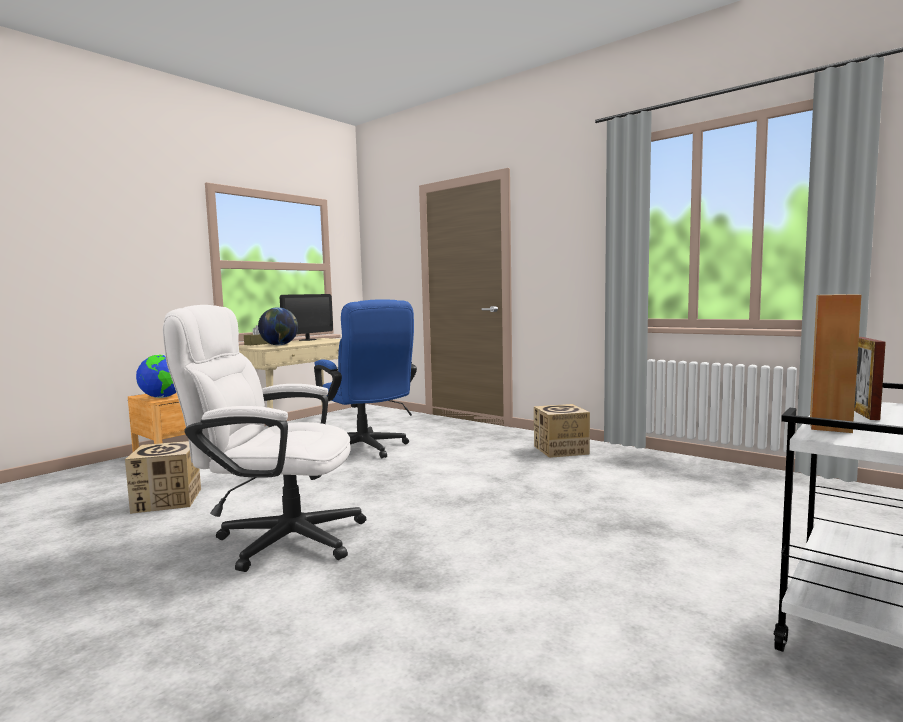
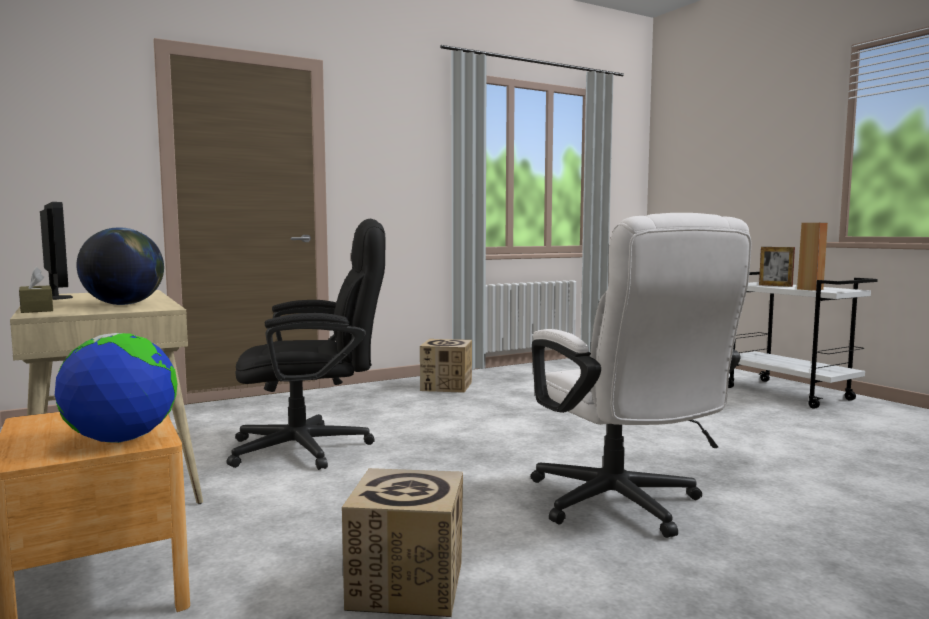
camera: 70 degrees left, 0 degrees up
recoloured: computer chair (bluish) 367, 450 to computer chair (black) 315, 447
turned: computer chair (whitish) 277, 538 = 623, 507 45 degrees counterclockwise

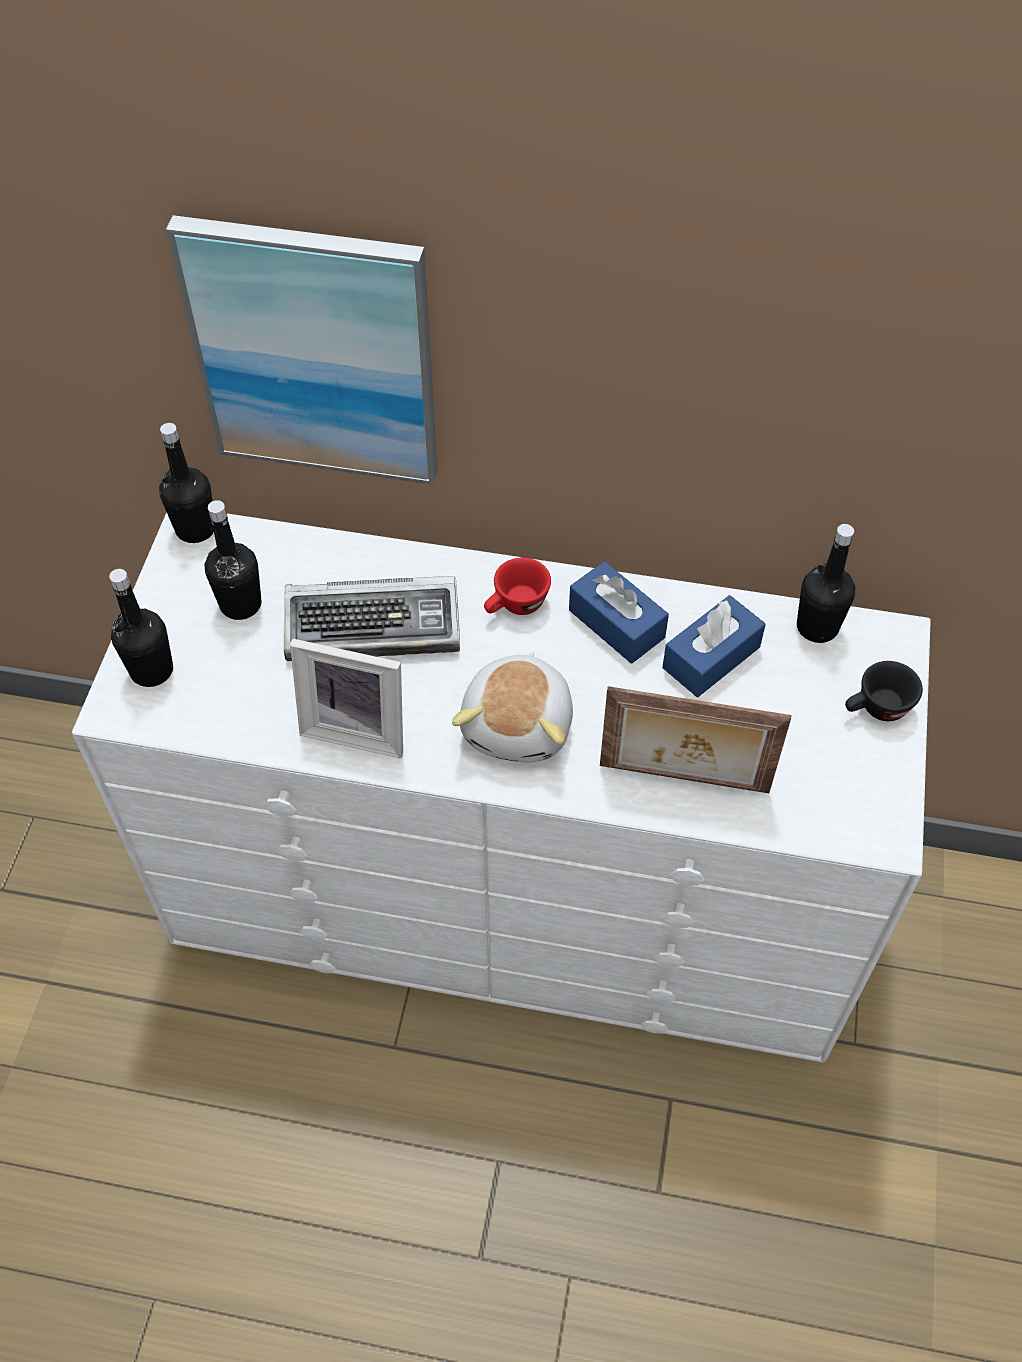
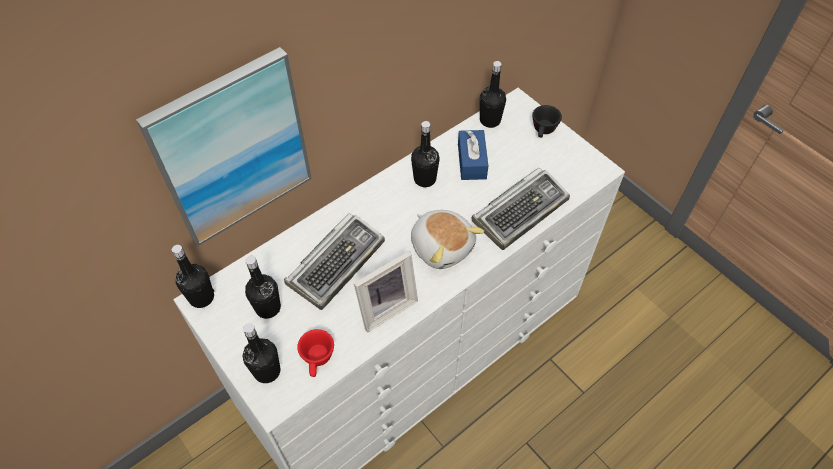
camera: 50 degrees left, 0 degrees up
moved: small cup (red-coloured) 515, 606 to 318, 360
replaced: tissue holder (bluish) 616, 624 to bottle (black) 425, 179; standing frame 683, 780 to PC keyboard 521, 211

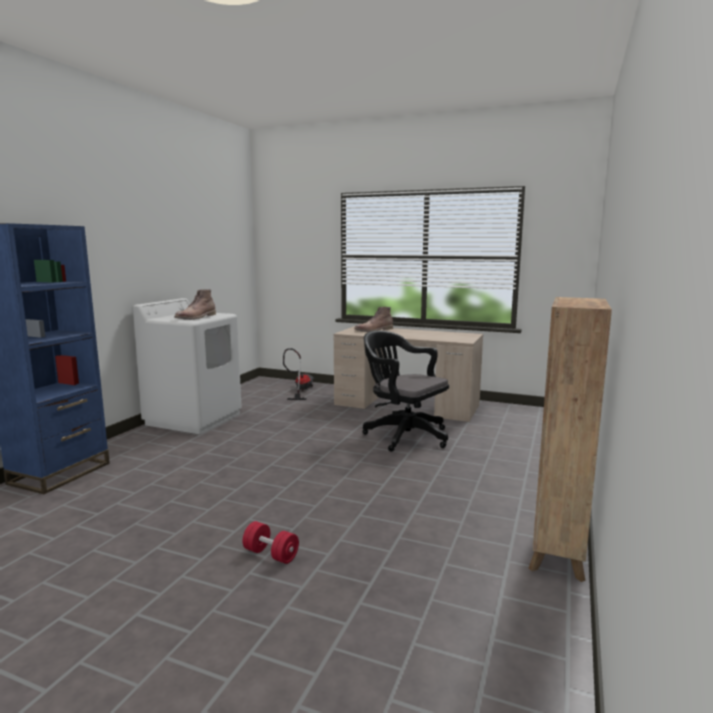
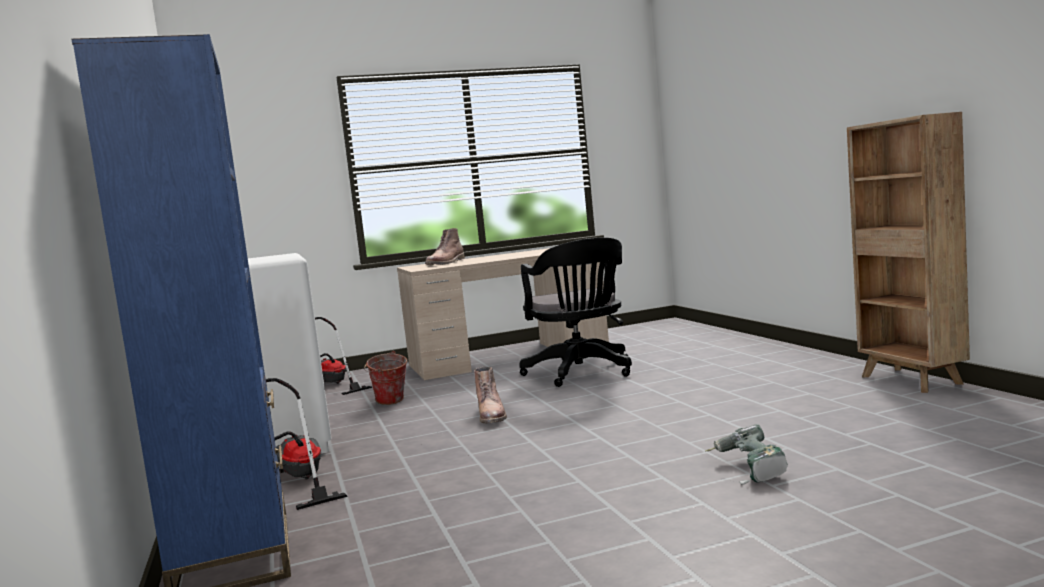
camera: 40 degrees left, 5 degrees down
added: vacuum cleaner 300, 480; water bucket 390, 403
moved: tall boot (brown) 196, 318 to 492, 416
replaced: free weight (red-coloured) 271, 554 to drill 748, 470
turned: computer chair (black) 403, 435 = 582, 373 105 degrees counterclockwise

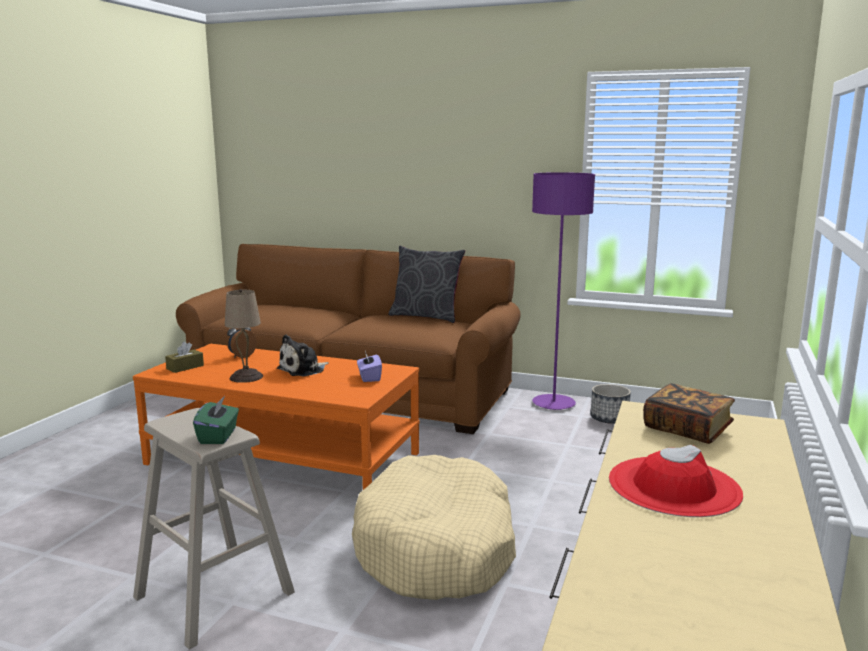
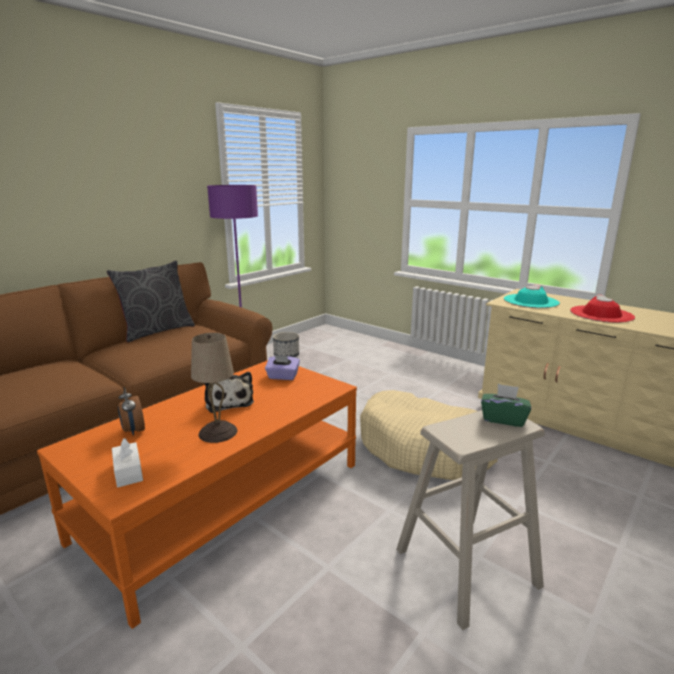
camera: 70 degrees left, 5 degrees up
replaced: bound book 687, 429 to clothing hat (turquoise) 530, 301
recoloured: tissue holder (brown) 185, 367 to tissue holder (whitish) 128, 472

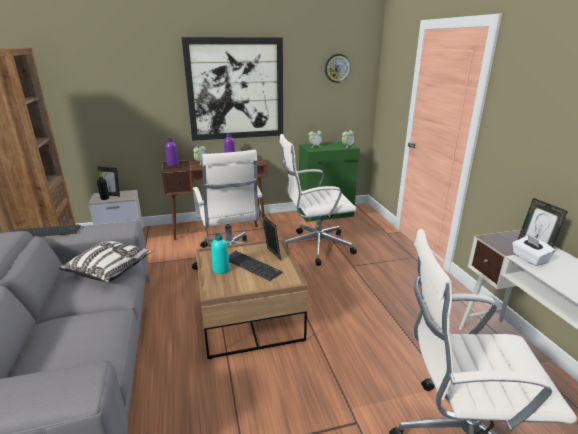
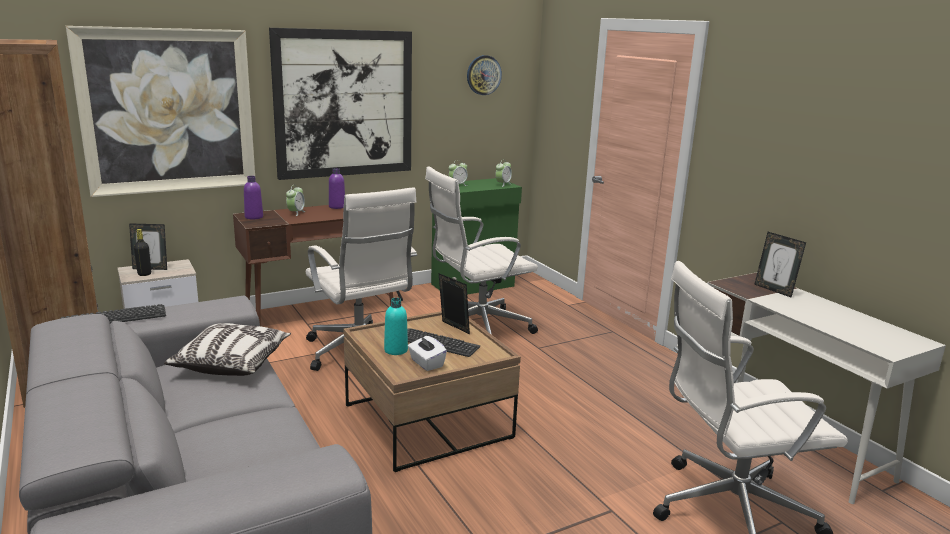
camera: 15 degrees left, 5 degrees down
added: picture 168, 111
moved: tissue holder (whitish) 529, 259 to 426, 363

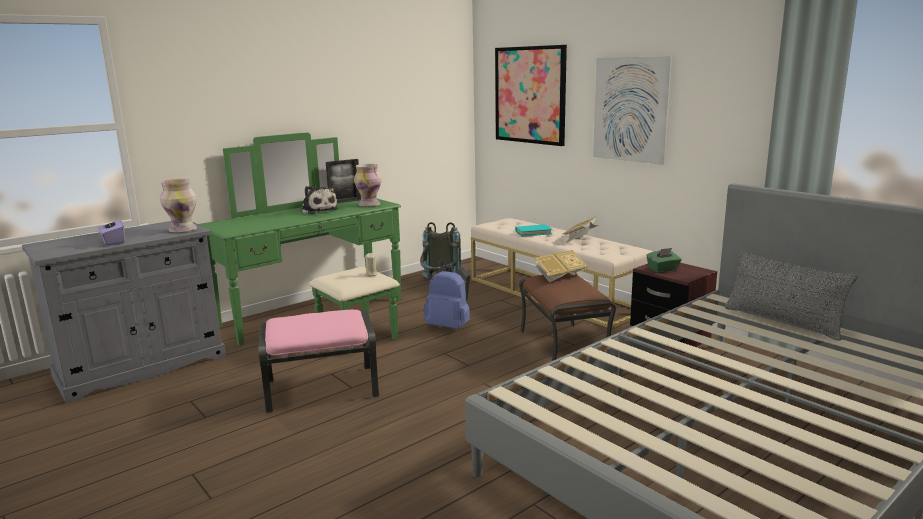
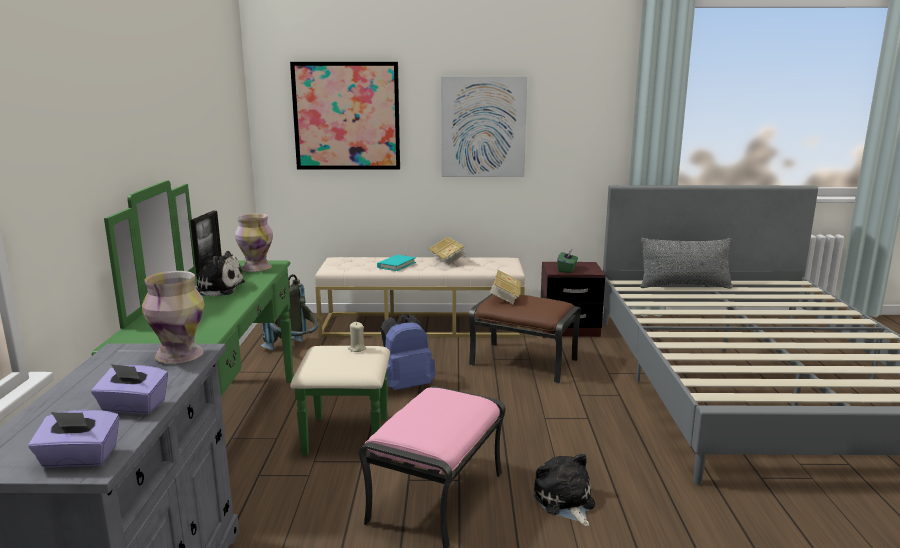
camera: 50 degrees left, 0 degrees up
added: tissue holder (purplish) 79, 458; soft toy 565, 502

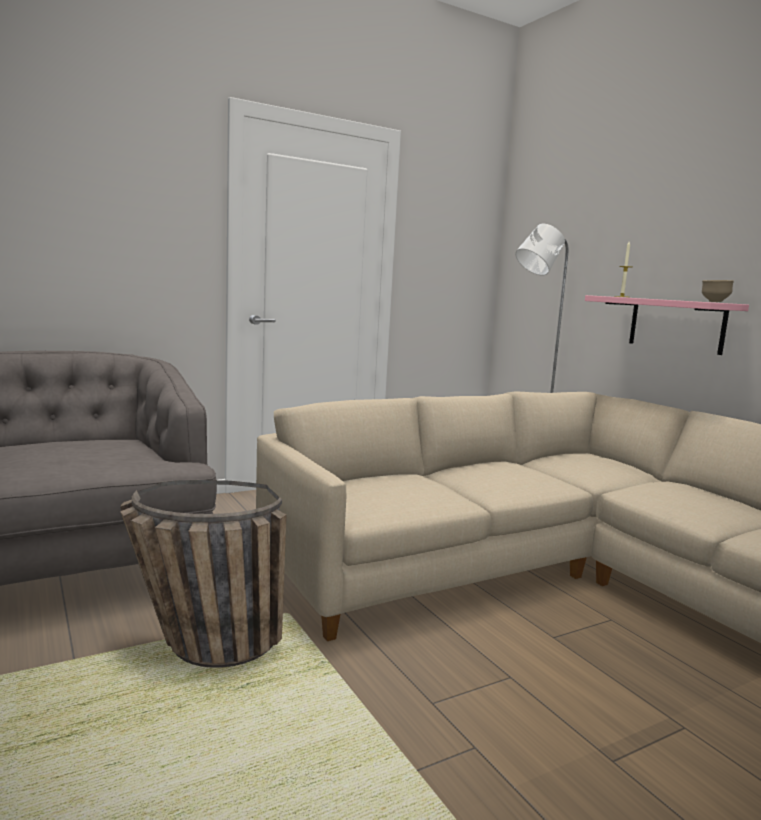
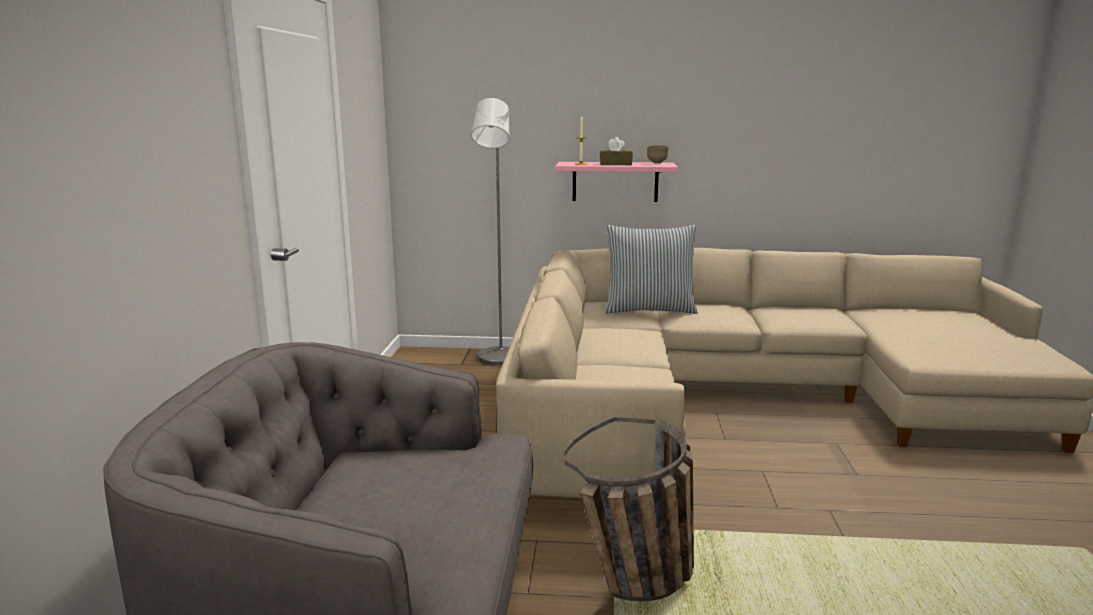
camera: 55 degrees left, 5 degrees up
added: tissue holder (brown) 615, 164; cushion 649, 309

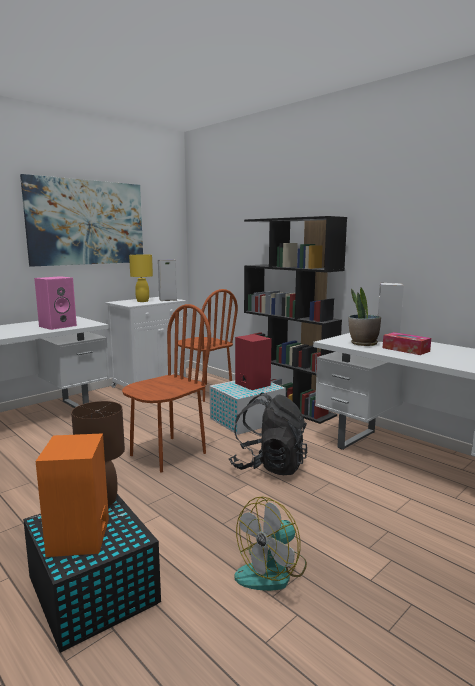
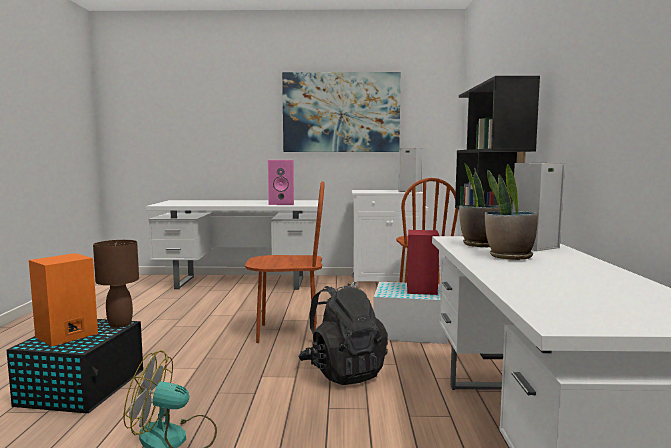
camera: 45 degrees right, 5 degrees down
removed: lamp for a table (yellowish) 142, 301
replaced: tissue holder 405, 349 to houseplant 509, 256

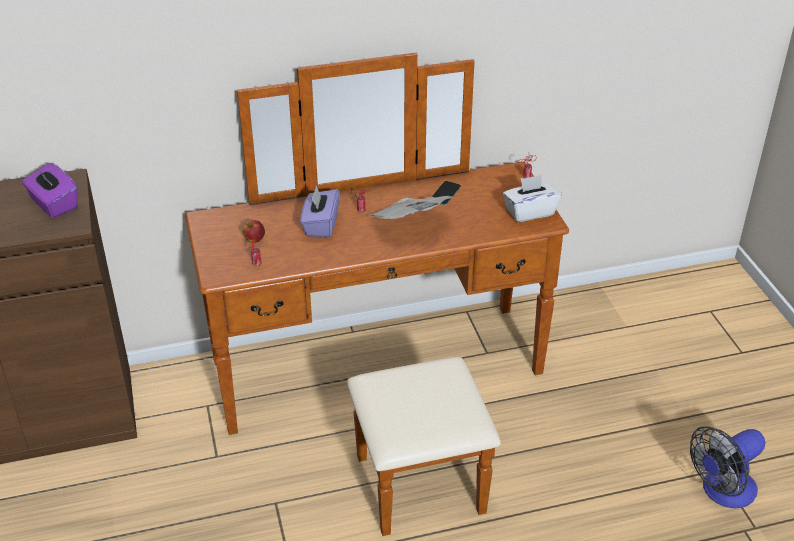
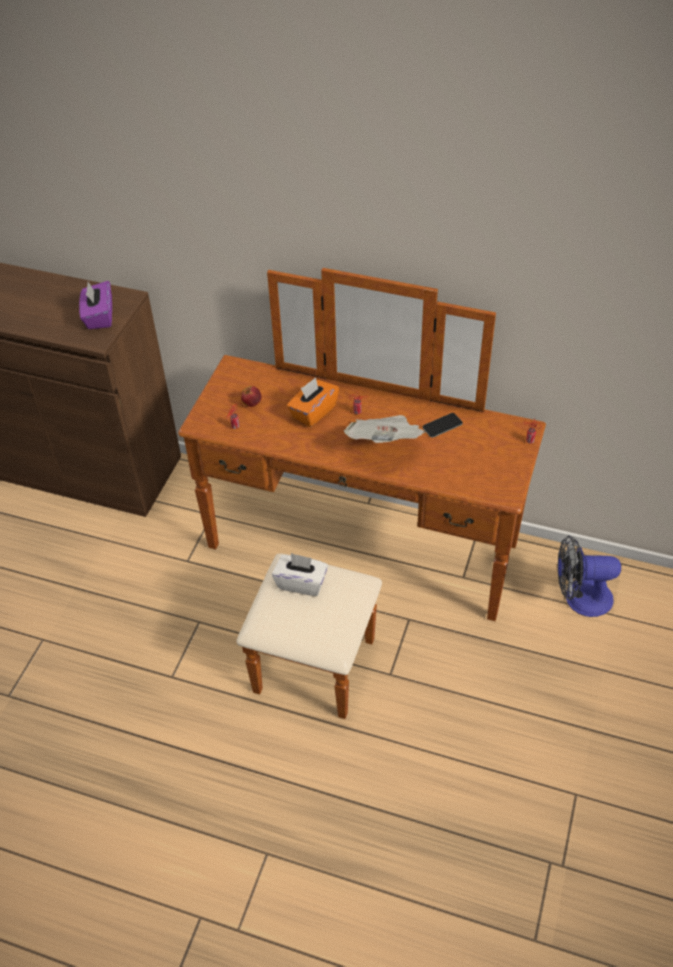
camera: 35 degrees right, 10 degrees up
moved: tissue holder (whitish) 529, 212 to 301, 583; cooling fan 722, 492 to 579, 598
recoloured: tissue holder (purplish) 320, 225 to tissue holder (orangey) 313, 412

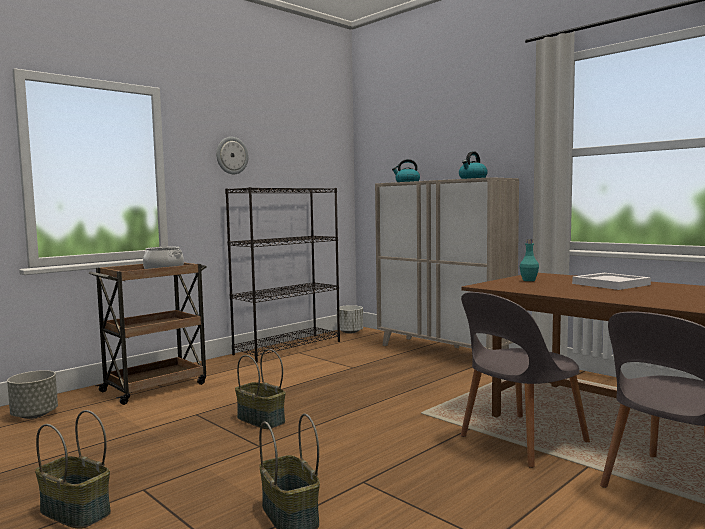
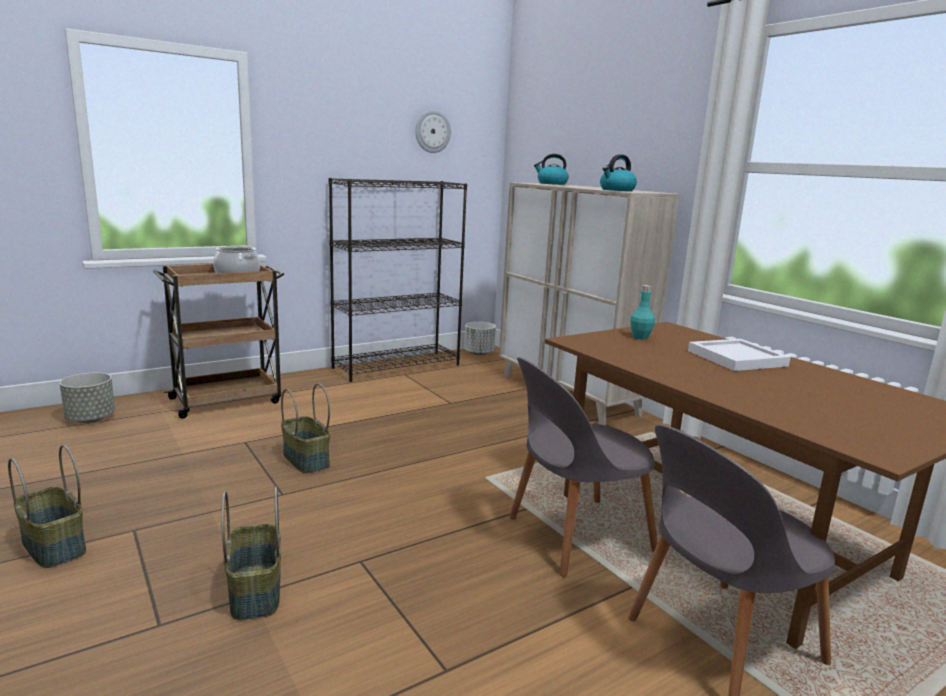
camera: 10 degrees right, 10 degrees up
moved: hanging clock 231, 155 to 432, 131

